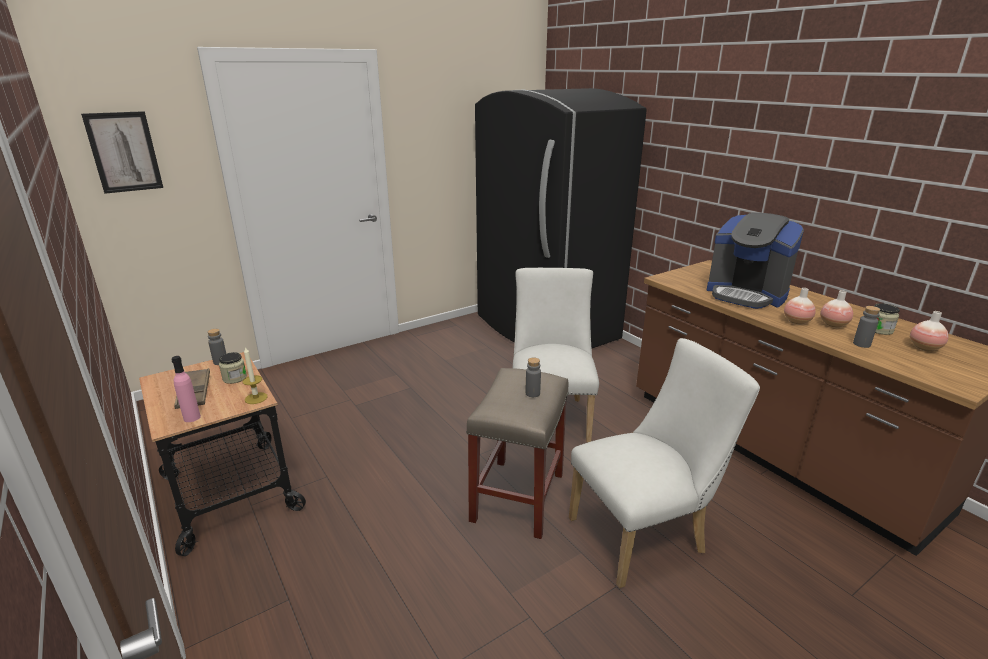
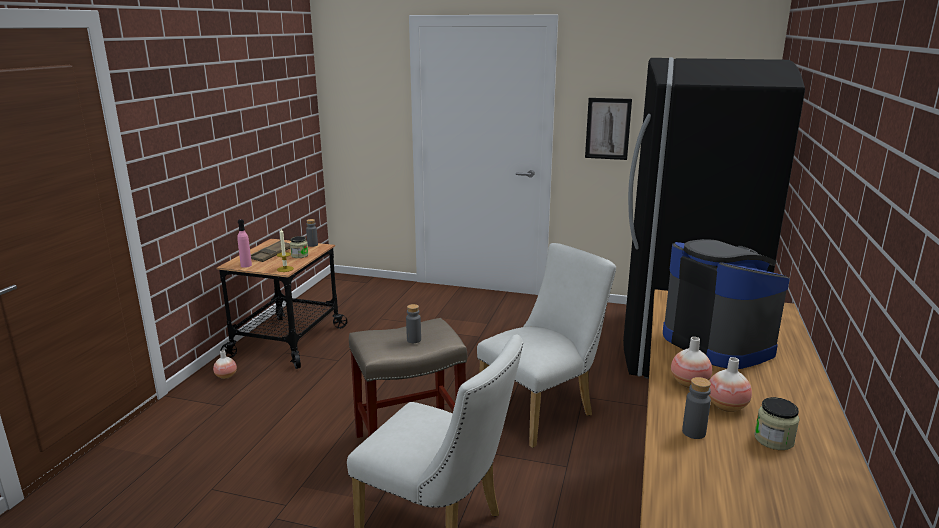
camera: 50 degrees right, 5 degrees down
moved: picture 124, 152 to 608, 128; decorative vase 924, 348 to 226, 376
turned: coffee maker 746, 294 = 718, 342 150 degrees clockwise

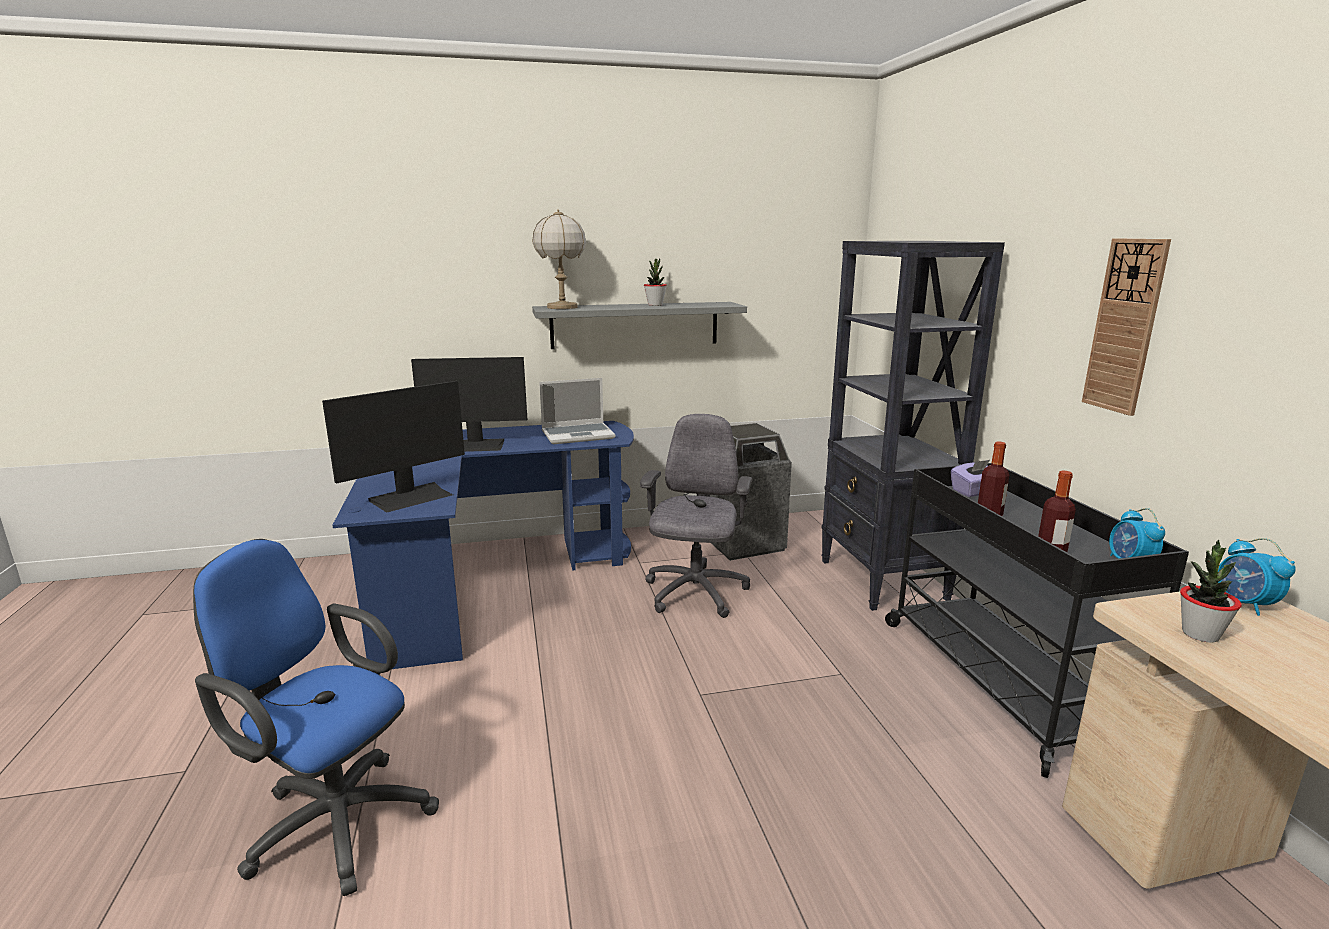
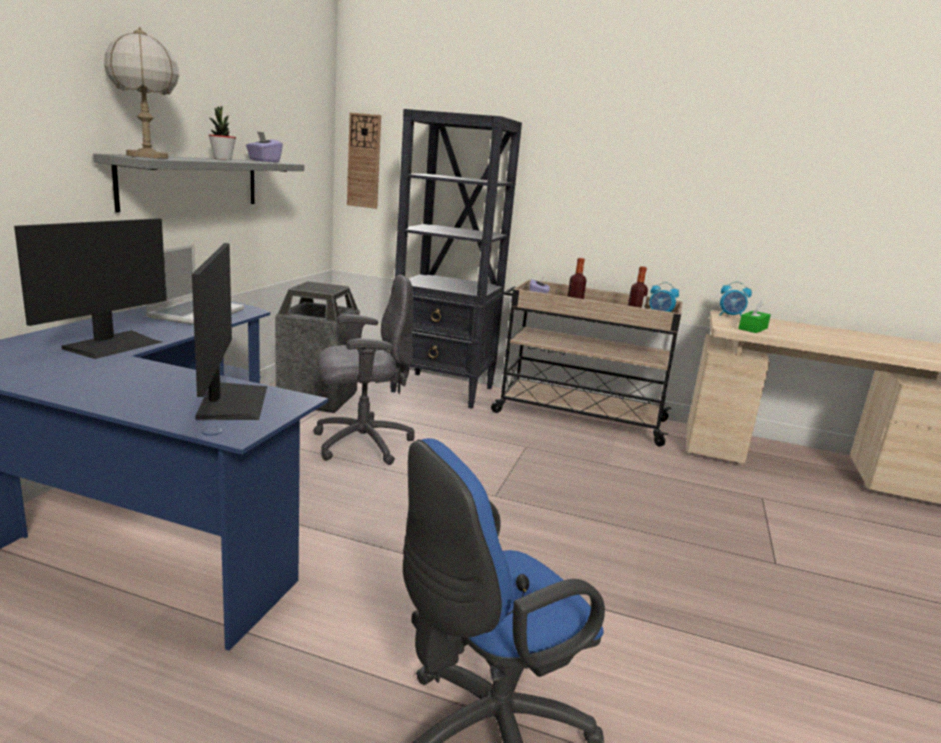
camera: 60 degrees left, 0 degrees up
added: tissue holder (purplish) 264, 161
moved: hanging clock 1125, 326 to 364, 161
replaced: houseplant 1200, 634 to tissue holder (green) 752, 328
recoloured: cart (black) 998, 679 to cart (beige) 577, 416
turned: computer chair (greyish) 695, 594 = 361, 443 120 degrees clockwise

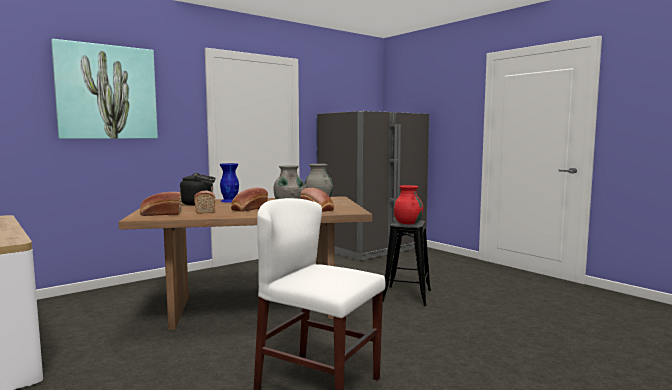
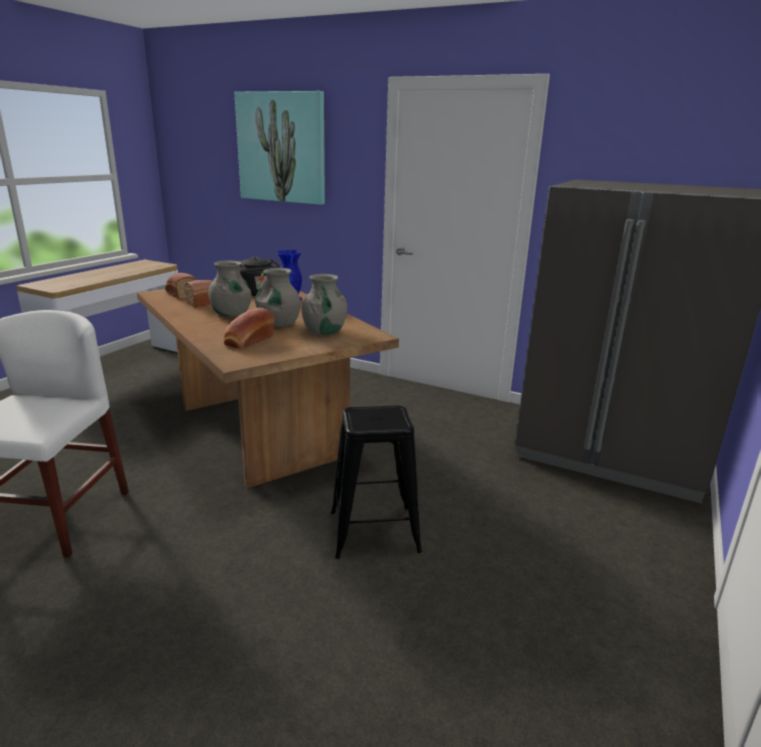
camera: 65 degrees right, 15 degrees up
removed: decorative vase (red-coloured) 408, 223
replaced: bread 248, 209 to decorative vase (greyish) 231, 314

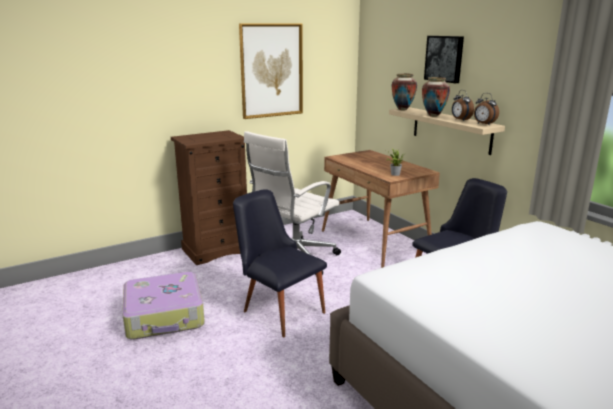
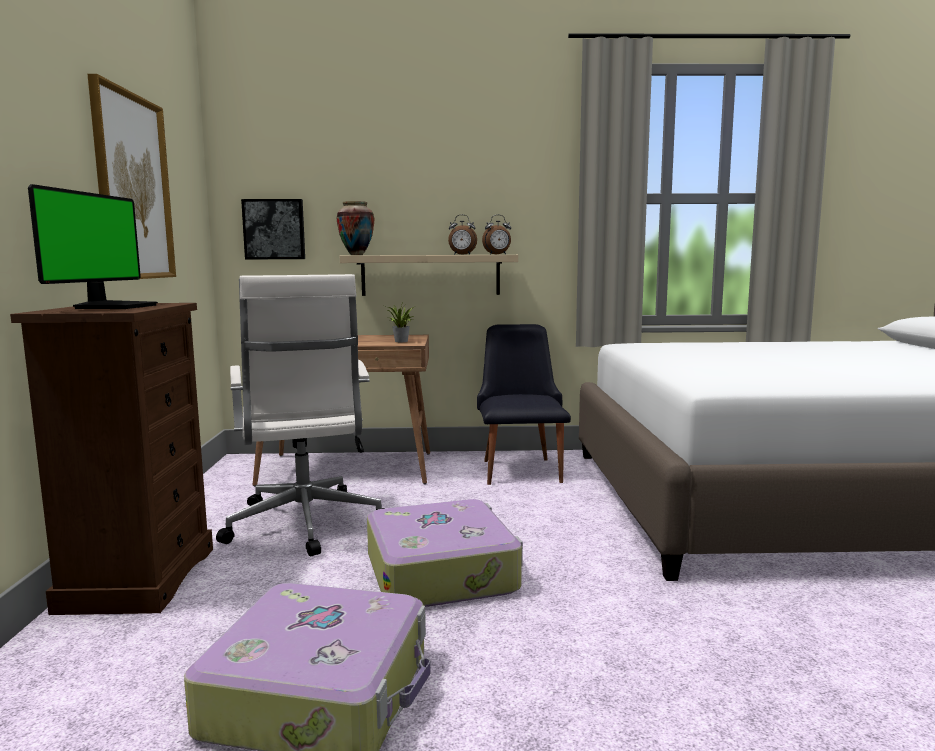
camera: 60 degrees left, 10 degrees down
removed: decorative vase 433, 116
added: computer screen 114, 307
moved: picture 444, 58 to 274, 229
replaced: upright chair (black) 278, 309 to piece of luggage 442, 572

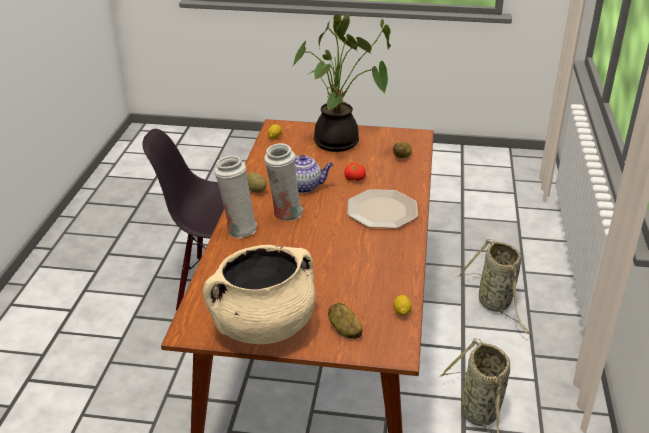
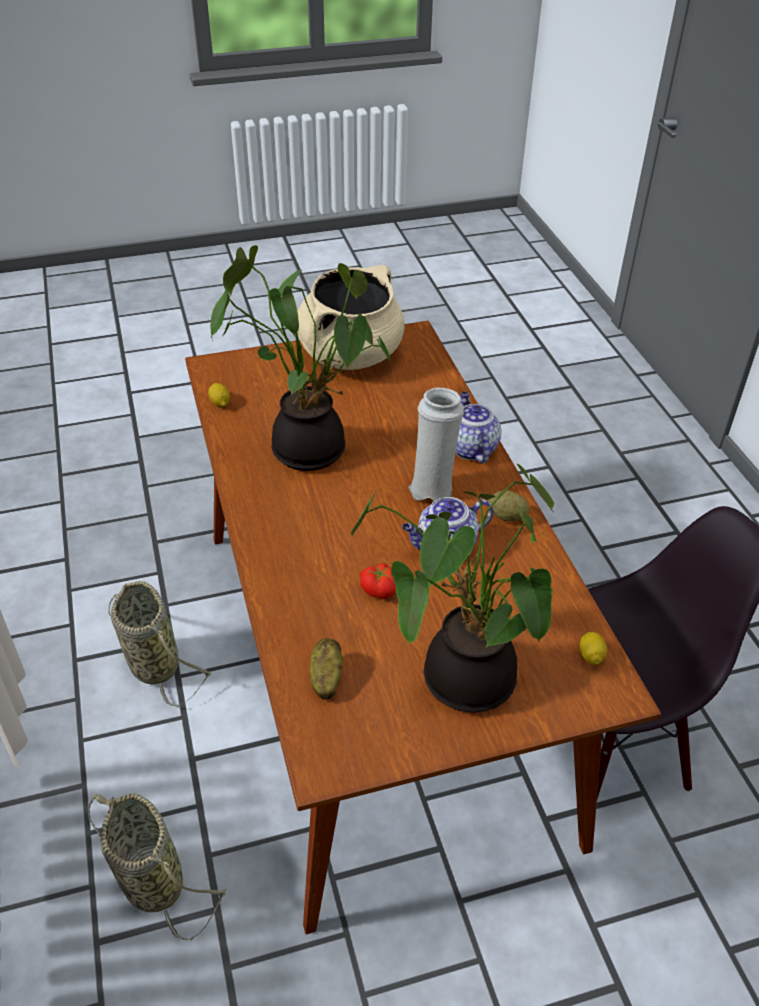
camera: 155 degrees right, 10 degrees up
removed: potato 344, 330; flat dish 381, 211
added: houseplant 310, 446
replaced: decorative vase (whitish) 238, 229 to pot for tea 470, 448

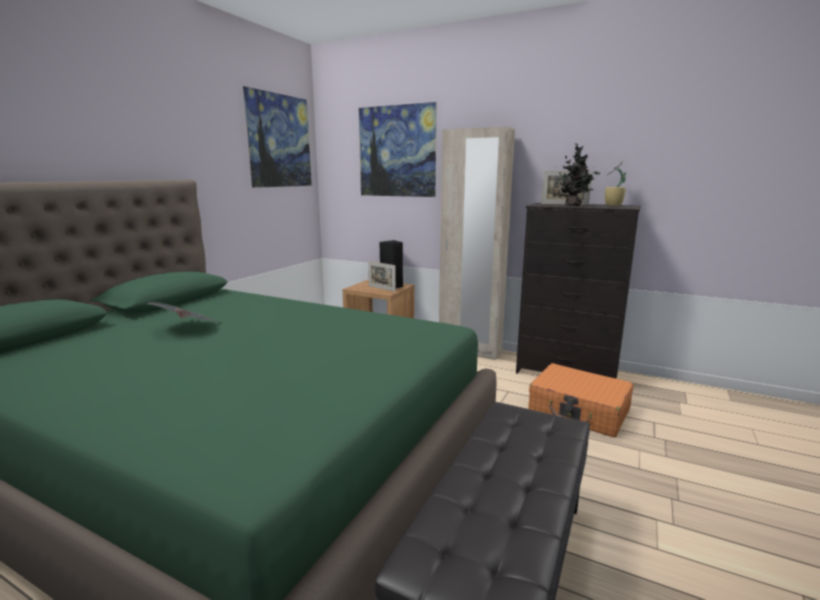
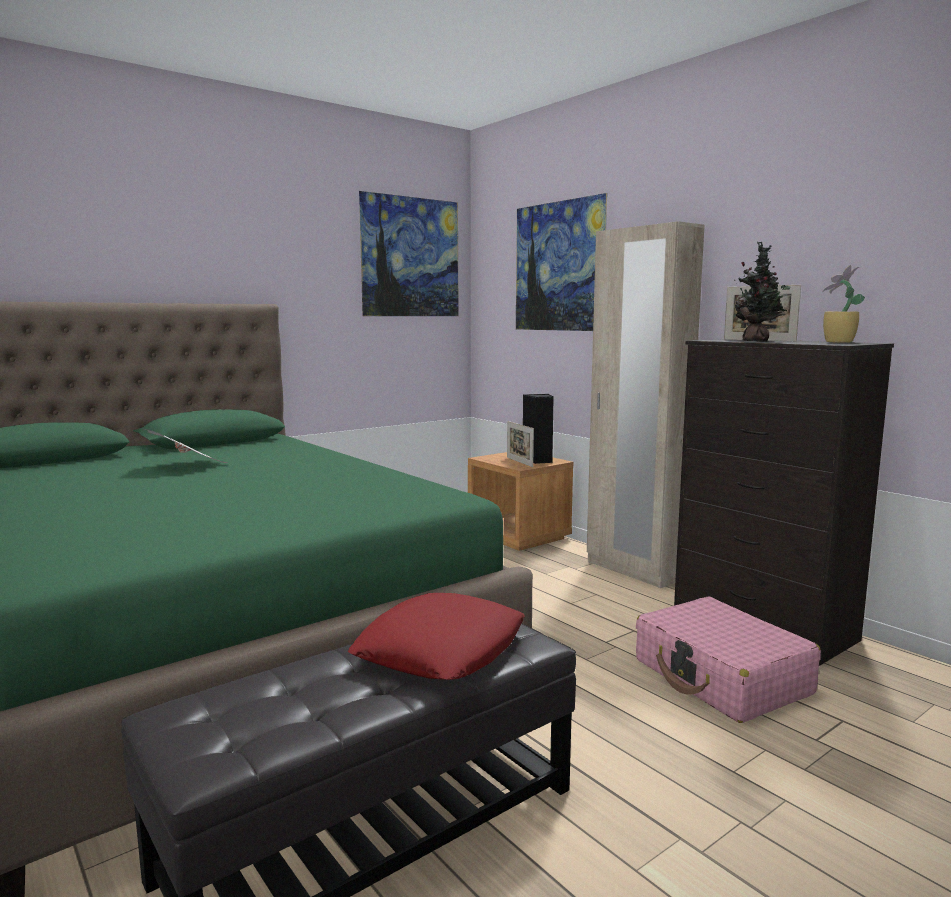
camera: 25 degrees right, 5 degrees down
added: cushion (red-coloured) 441, 649
recoloured: piece of luggage (orangey) 579, 411 to piece of luggage (pink) 721, 677

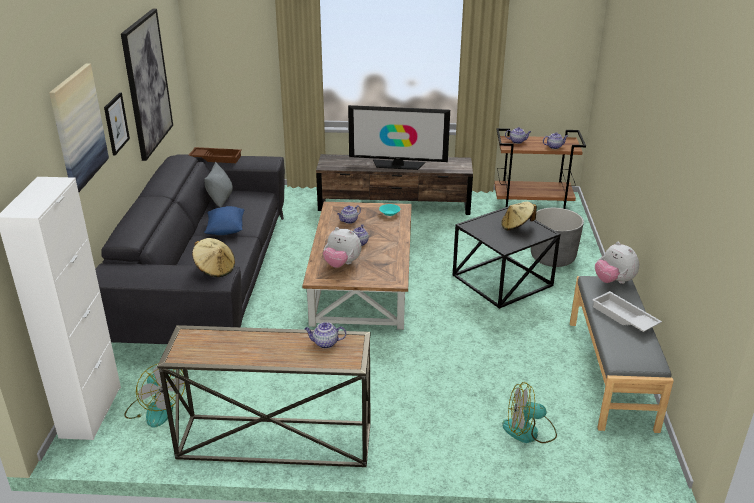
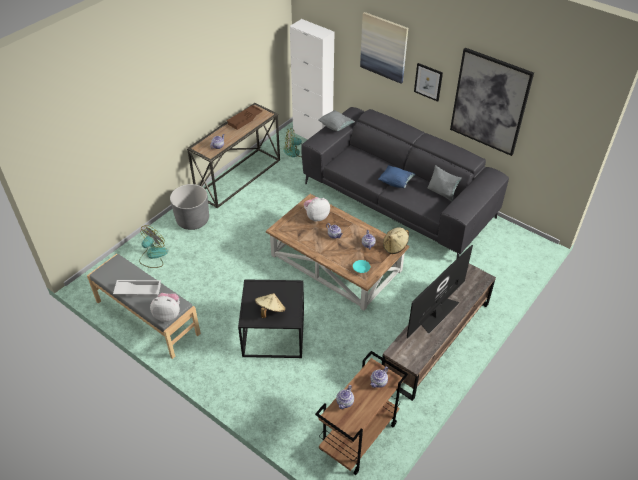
camera: 125 degrees right, 15 degrees up
added: cushion (greyish) 336, 126
moved: tray (brown) 216, 158 to 245, 120; clothing hat (beige) 215, 269 to 395, 247; planter (greyish) 552, 257 to 193, 220

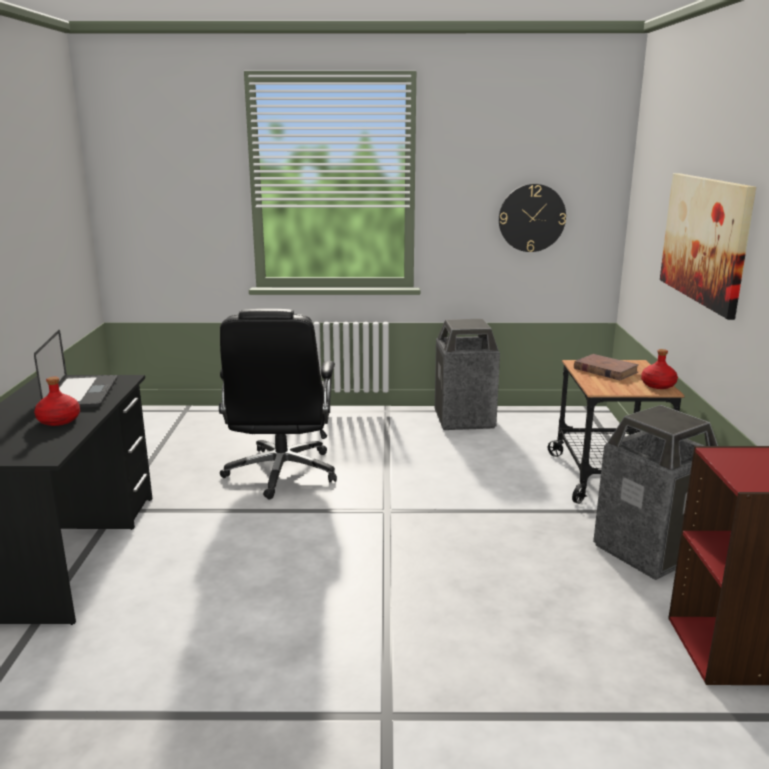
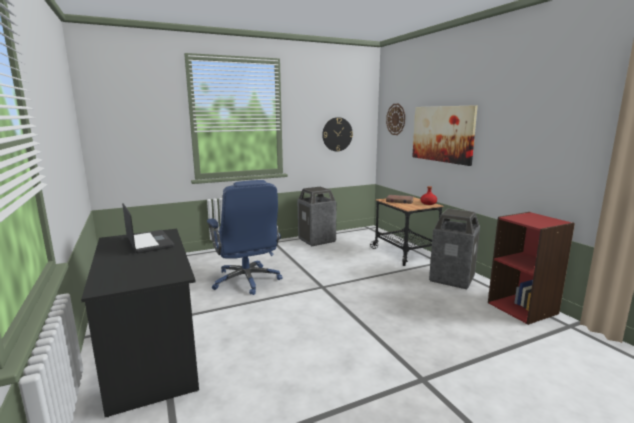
camera: 25 degrees left, 5 degrees down
removed: bottle (red-coloured) 59, 420
added: hanging clock 396, 119
recoloured: computer chair (black) 281, 473 to computer chair (bluish) 247, 281

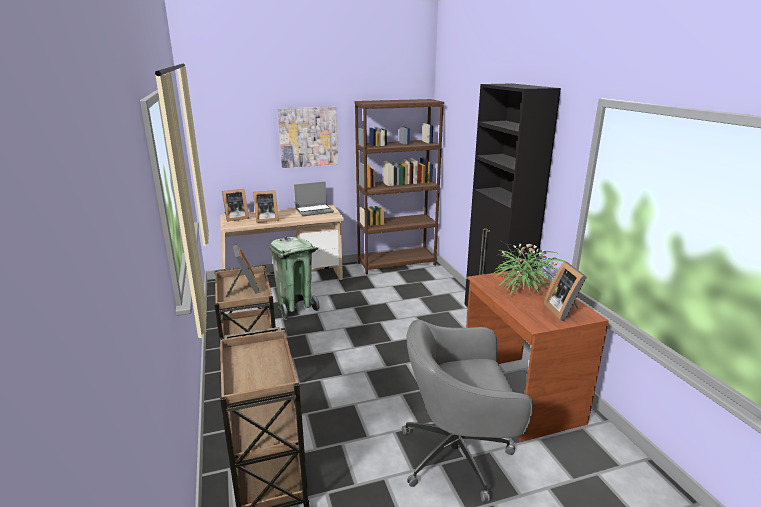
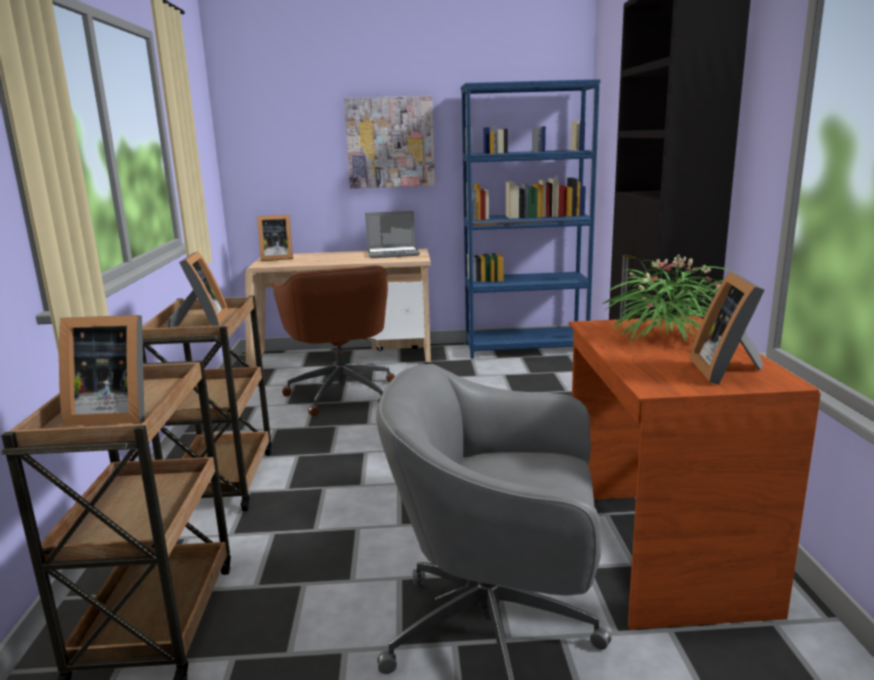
camera: 15 degrees right, 5 degrees down
moved: standing frame 266, 219 to 112, 414
replaced: rubbish bin (green) 295, 307 to computer chair (brown) 342, 392
recoloured: shelving unit (brown) 397, 264 to shelving unit (bluish) 526, 348

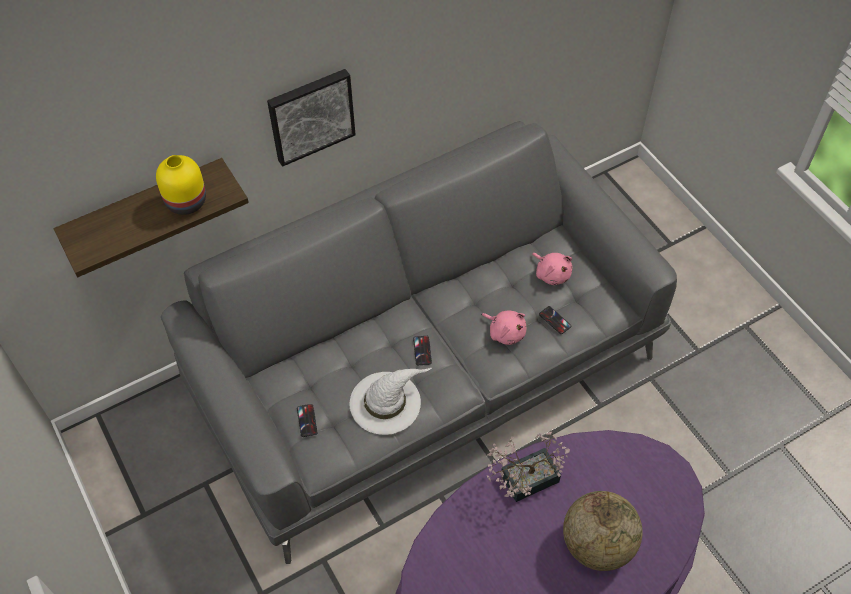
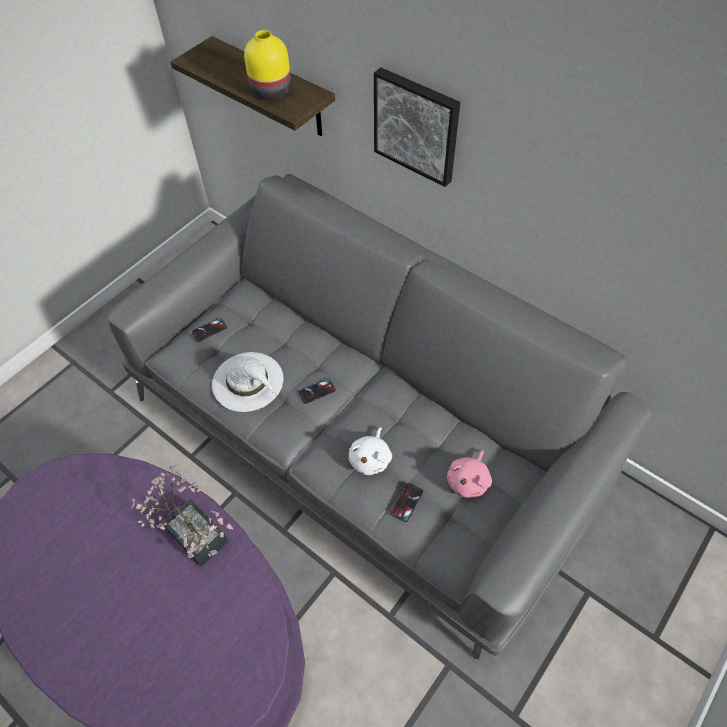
camera: 70 degrees right, 0 degrees up
removed: desk globe 597, 545
recoloured: soft toy (pink) 505, 332 to soft toy (whitish) 371, 458

